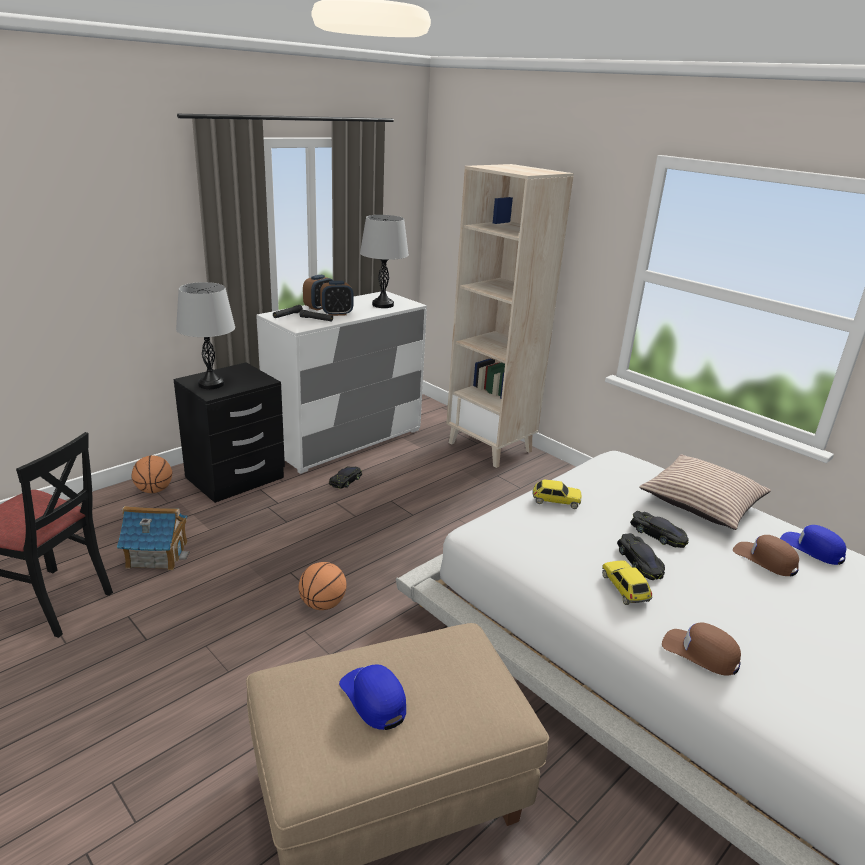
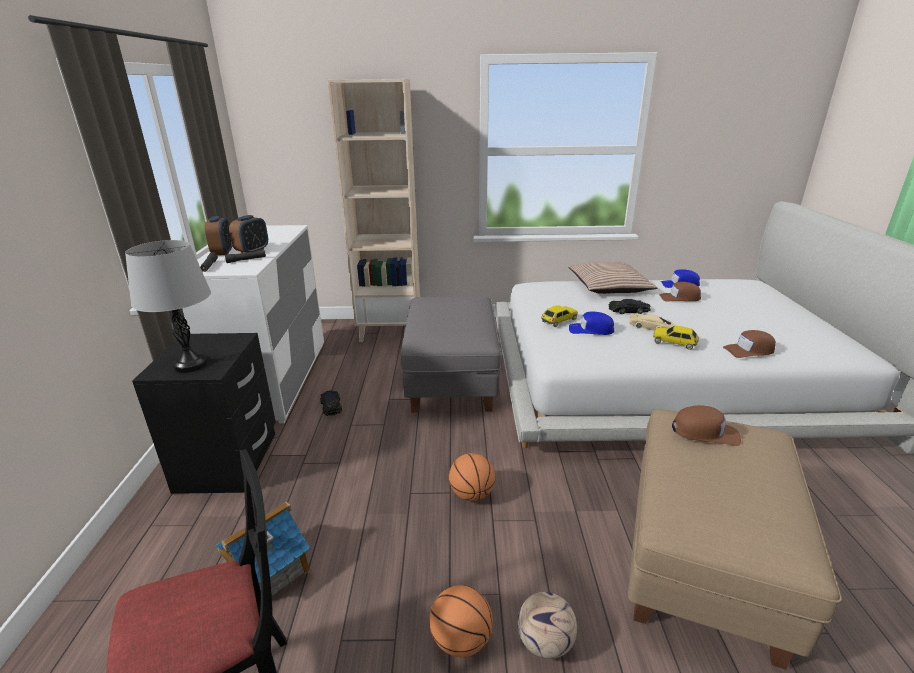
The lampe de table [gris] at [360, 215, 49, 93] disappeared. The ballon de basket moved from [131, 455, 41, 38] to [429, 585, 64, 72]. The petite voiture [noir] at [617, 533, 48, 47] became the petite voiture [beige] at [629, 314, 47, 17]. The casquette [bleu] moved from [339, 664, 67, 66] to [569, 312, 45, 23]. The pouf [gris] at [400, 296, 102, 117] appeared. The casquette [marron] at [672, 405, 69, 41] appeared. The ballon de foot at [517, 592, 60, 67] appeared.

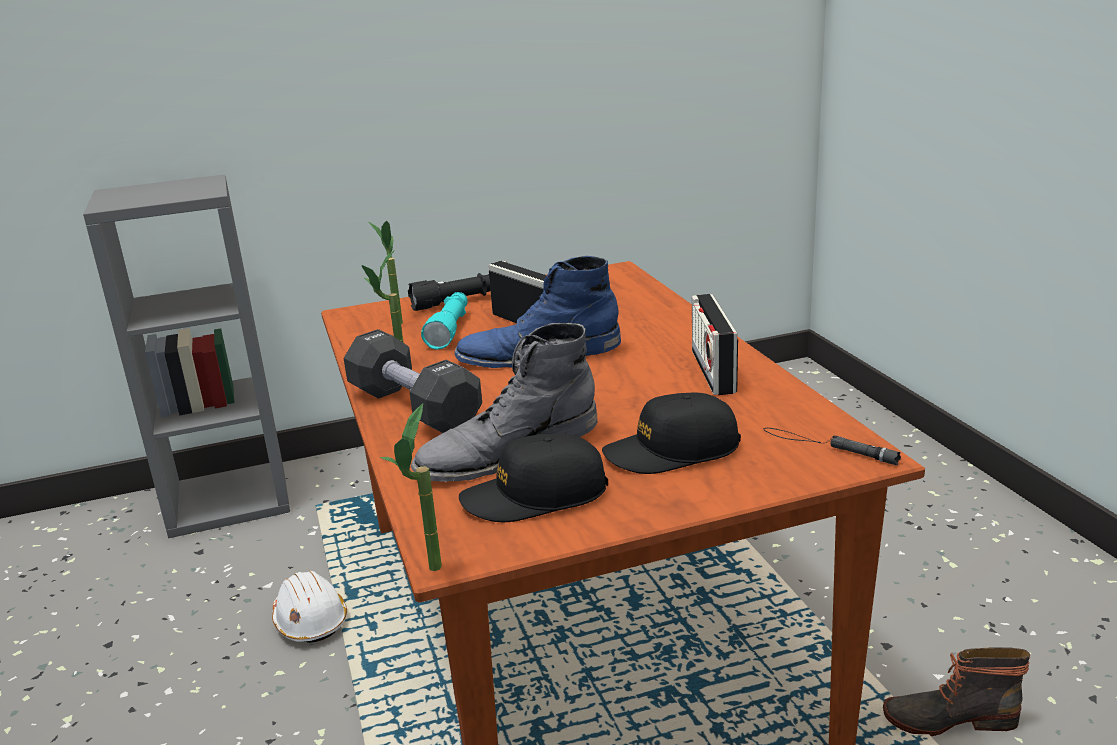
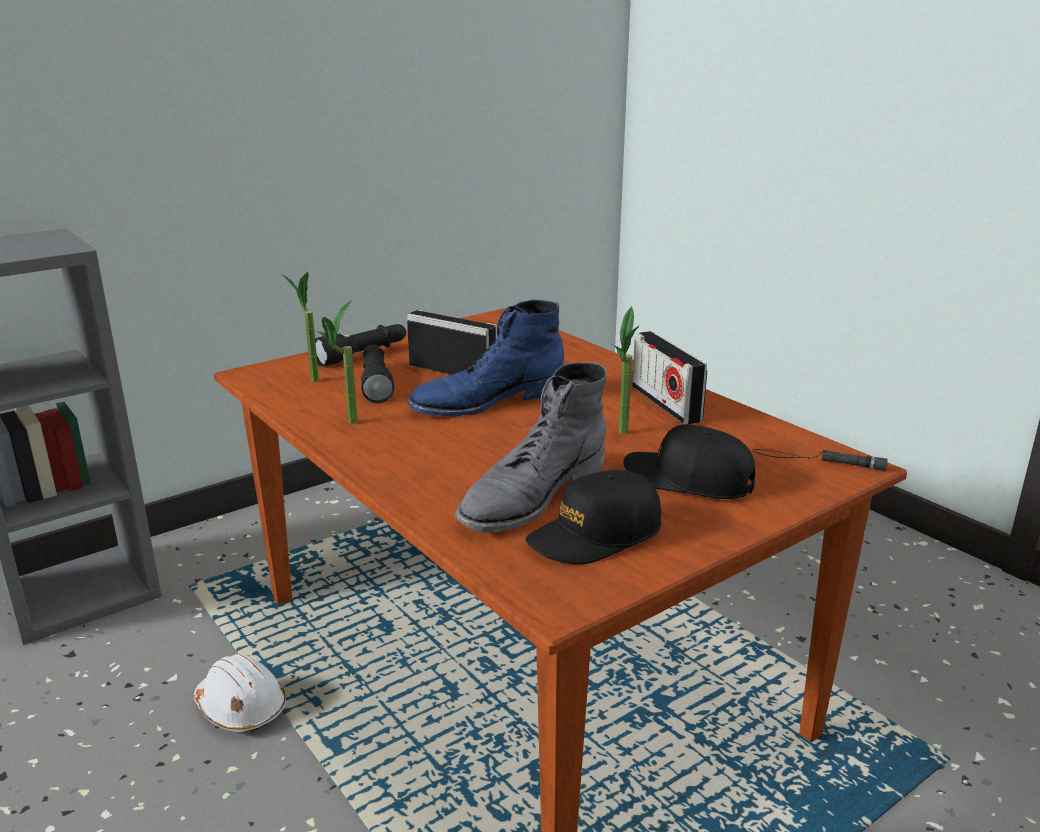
The lampe de poche [turquoise] at [421, 292, 47, 58] became the lampe de poche [noir] at [361, 344, 33, 59]. The haltère [noir] at [344, 329, 138, 104] disappeared. The casquette [noir] at [602, 392, 139, 82] turned 60 degrees clockwise. The plante en pot moved from [380, 403, 62, 168] to [613, 306, 26, 128]. The botte at [883, 647, 148, 89] disappeared.

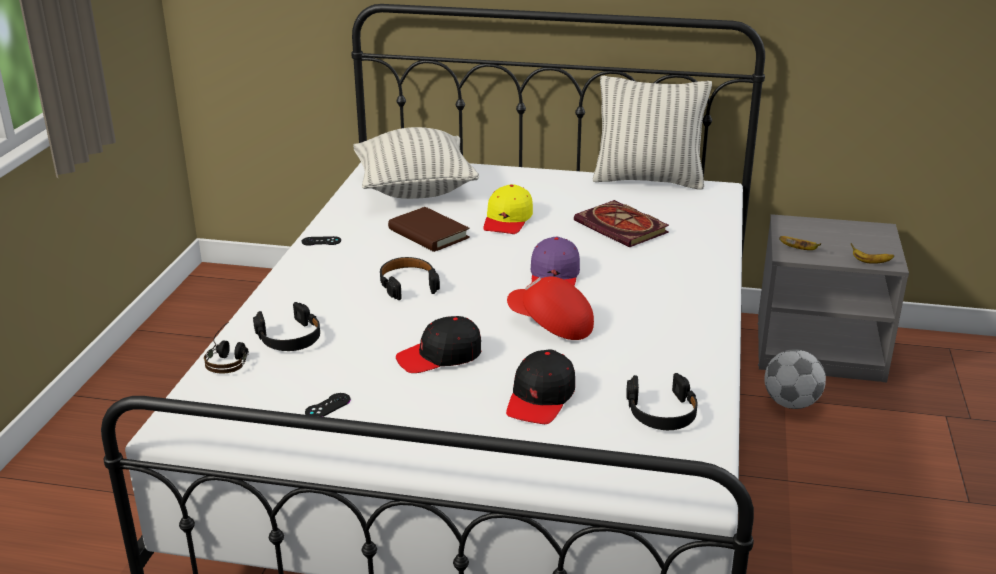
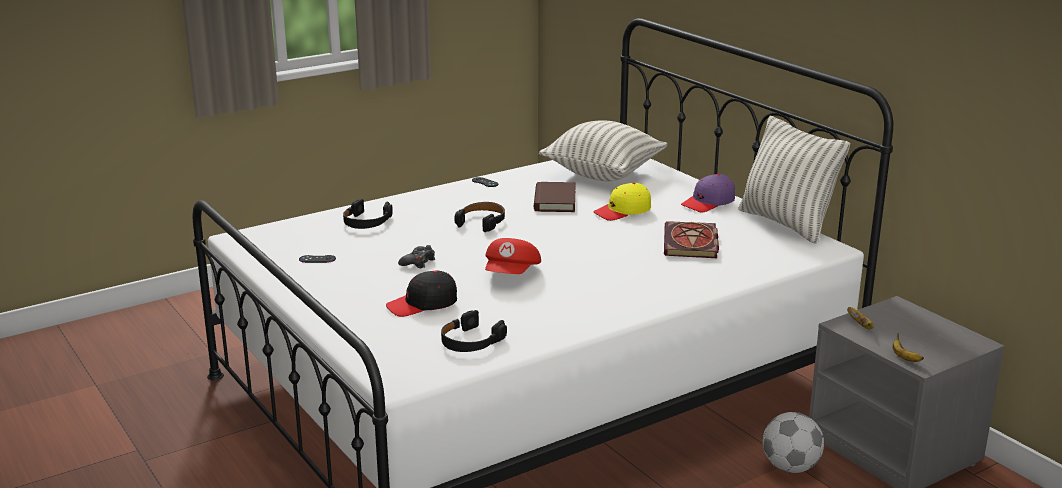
The casquette [violet] moved from [530, 237, 50, 49] to [681, 174, 54, 38]. The casquette [rouge] at [507, 277, 87, 63] turned 150 degrees counterclockwise. The casquette [noir] at [396, 316, 85, 57] was replaced by the manette [noir] at [398, 245, 37, 23]. The casque audio at [204, 322, 45, 51] disappeared.

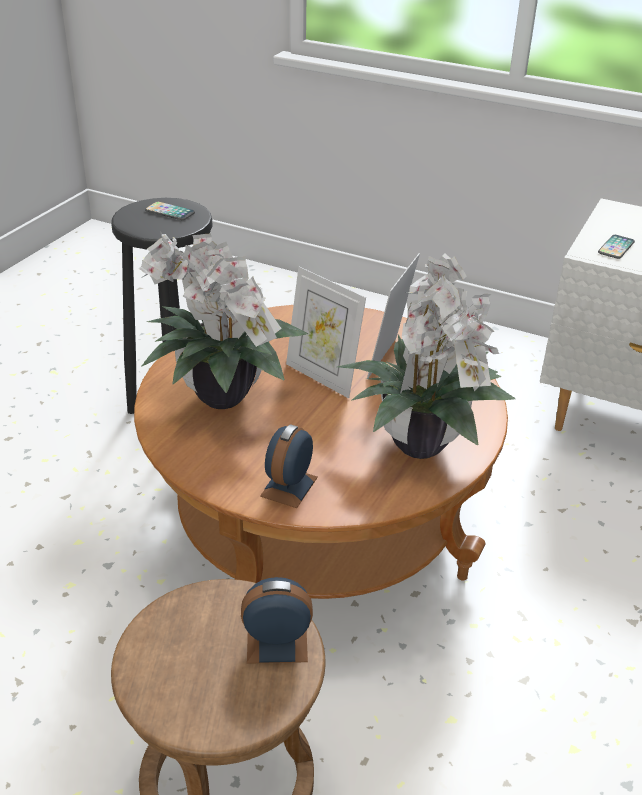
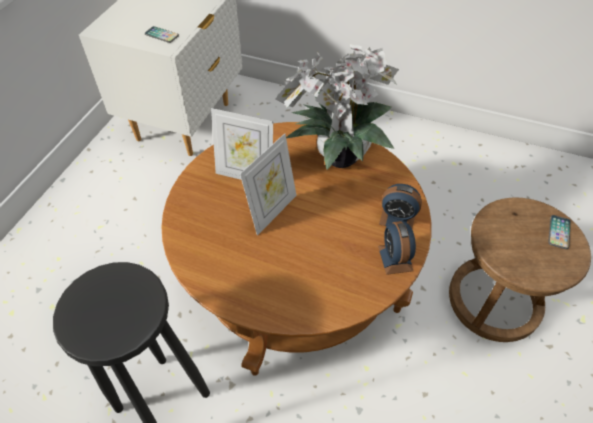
The téléphone moved from [145, 201, 50, 19] to [548, 215, 23, 34]. The plante en pot at [138, 234, 170, 175] disappeared. The réveil moved from [241, 577, 72, 87] to [378, 221, 38, 54].

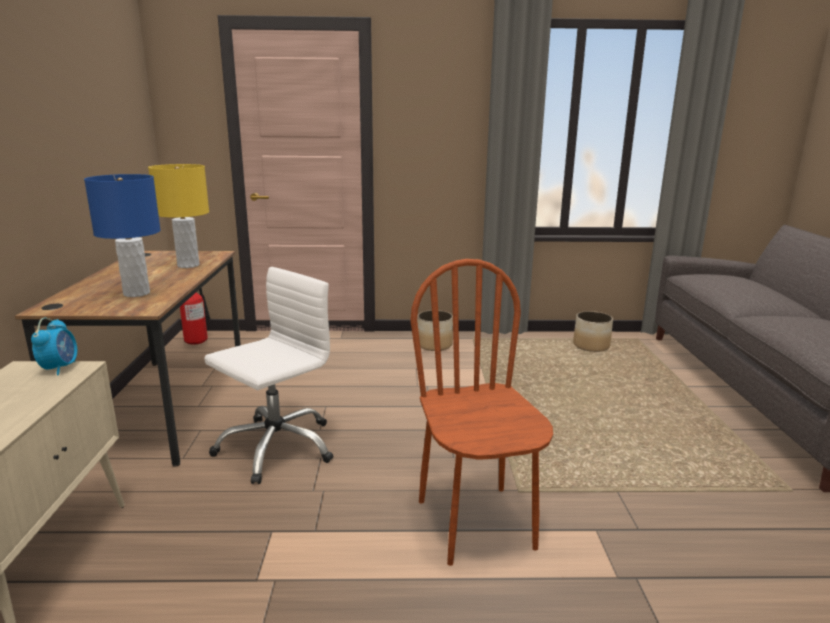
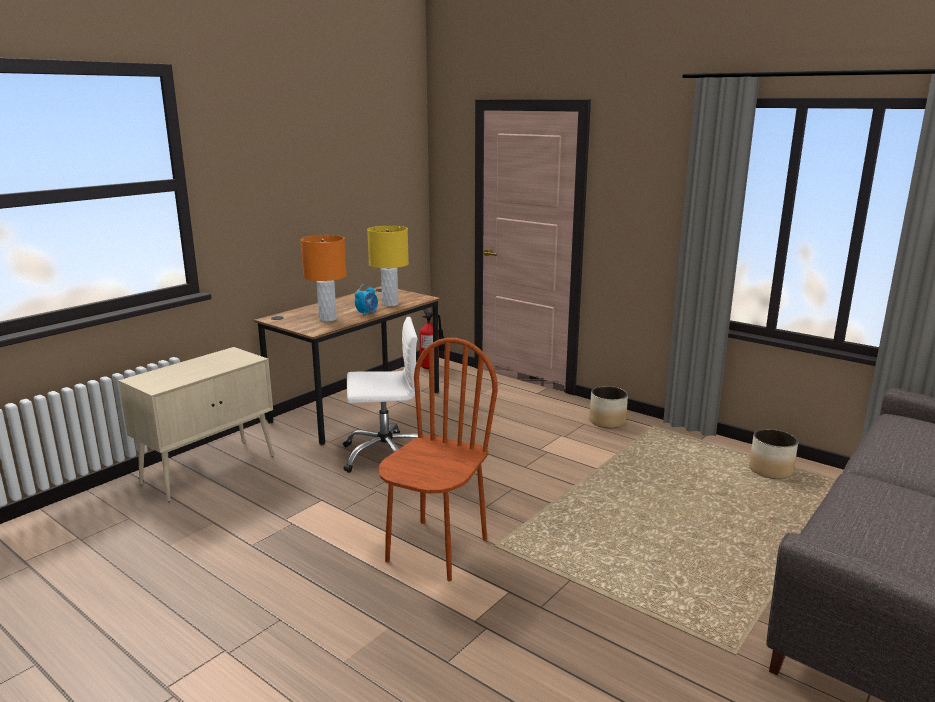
The lampe de table [bleu] at [84, 174, 77, 123] became the lampe de table [orange] at [301, 235, 46, 87]. The réveil moved from [31, 318, 46, 58] to [355, 285, 23, 31].

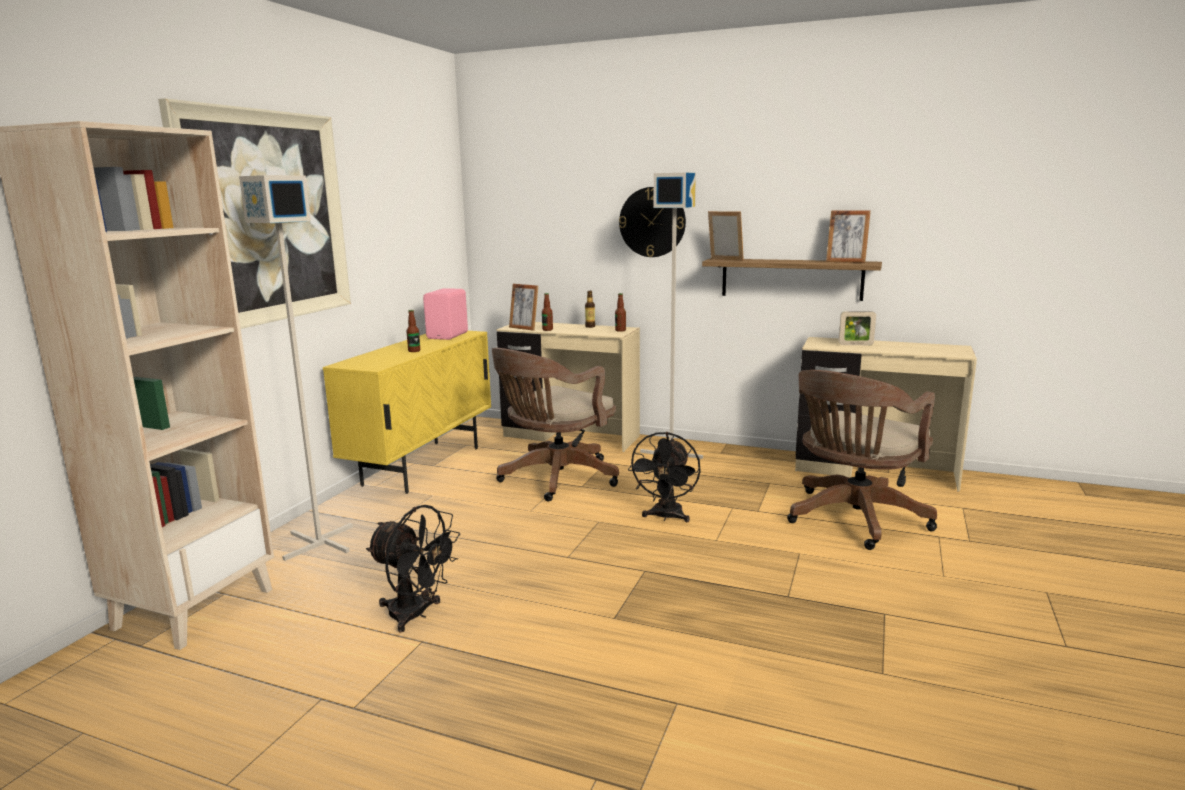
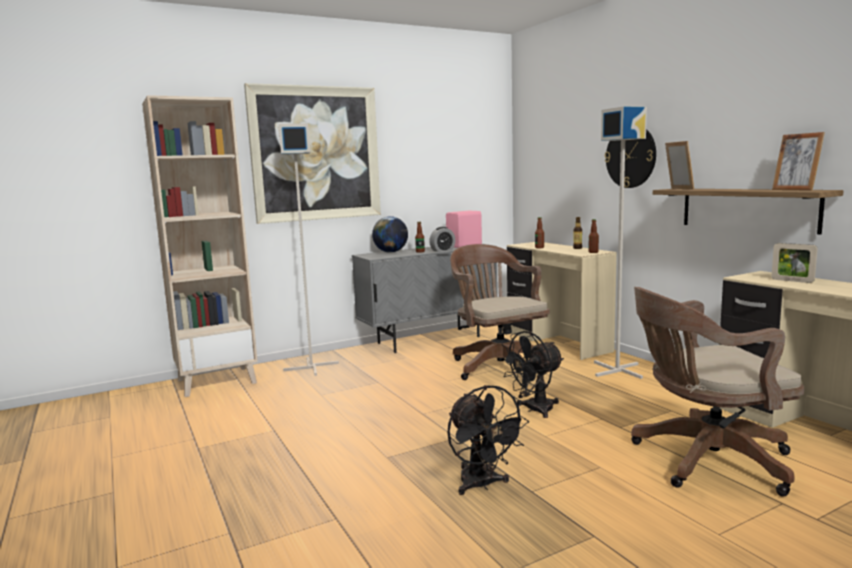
The cadre photo at [509, 284, 29, 47] disappeared. The meuble de rangement [jaune] at [323, 331, 168, 163] became the meuble de rangement [gris] at [352, 244, 146, 109]. The chaise de bureau [marron] at [492, 348, 127, 154] turned 75 degrees clockwise. The ventilateur [noir] moved from [366, 505, 94, 127] to [448, 385, 81, 110]. The globe at [372, 216, 36, 37] appeared. The réveil at [429, 227, 26, 25] appeared.

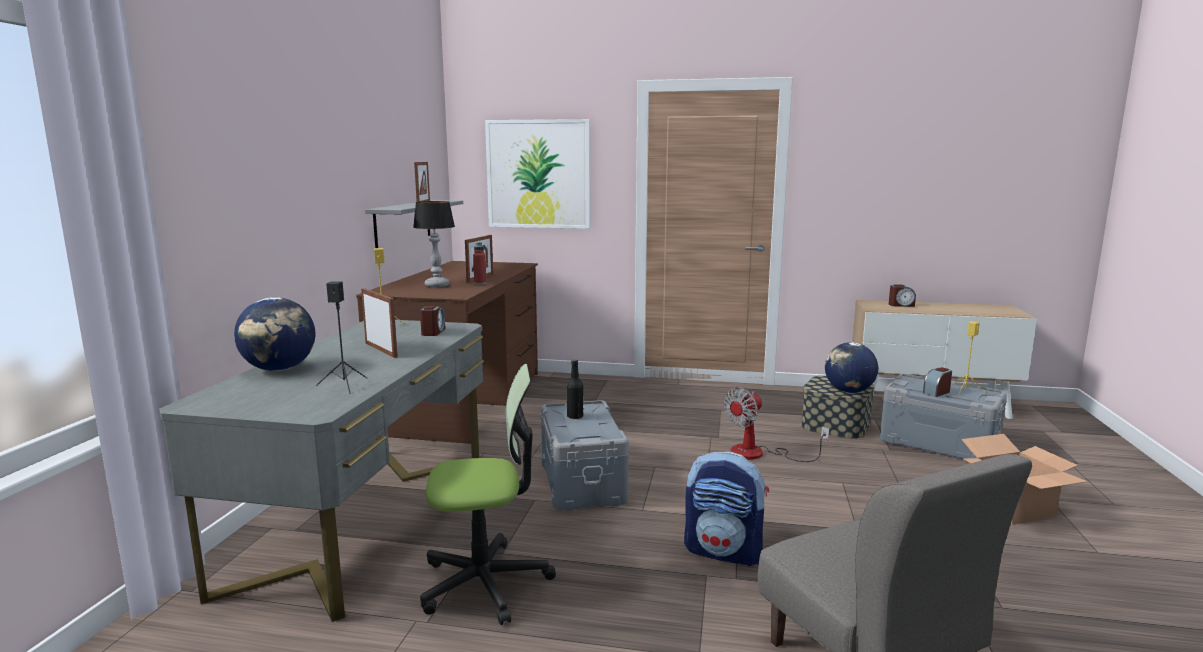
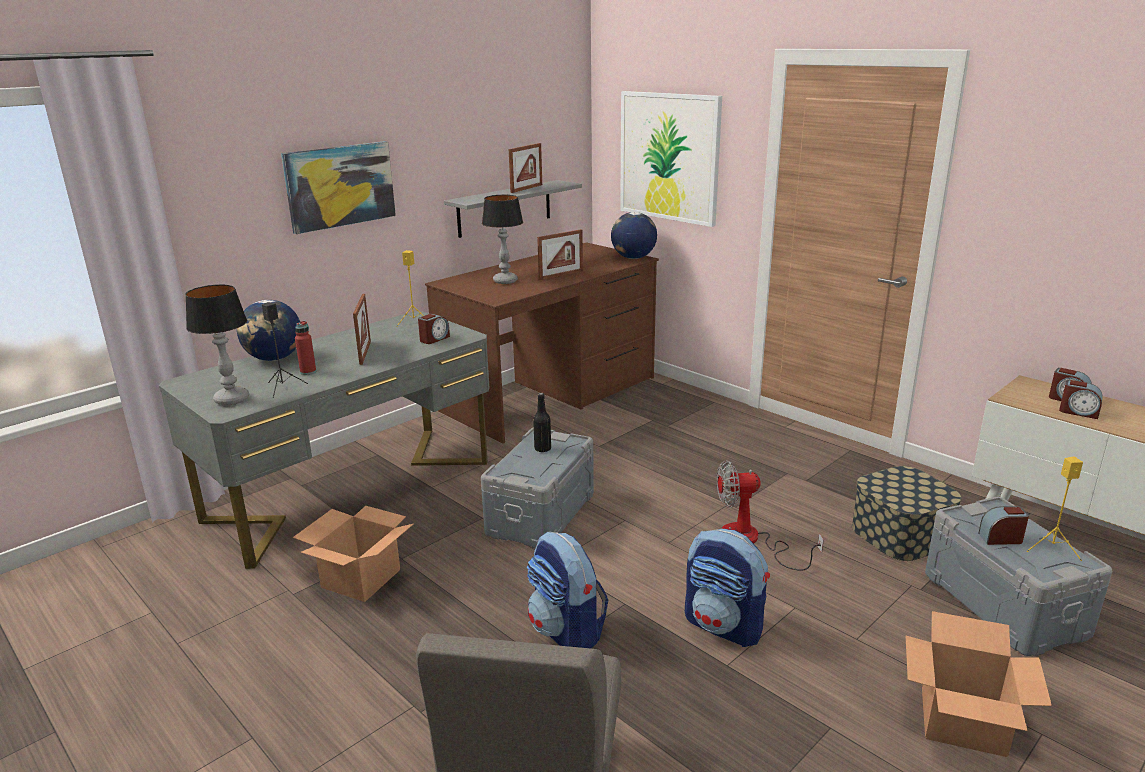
The bouteille [rouge] moved from [473, 242, 13, 43] to [295, 321, 21, 54]. The globe moved from [825, 342, 53, 51] to [611, 212, 46, 47]. The chaise de bureau at [420, 364, 136, 261] was replaced by the carton at [293, 506, 120, 96]. The tableau at [281, 141, 115, 93] appeared. The lampe de table at [185, 285, 64, 120] appeared. The réveil at [1059, 380, 44, 39] appeared. The sac à dos at [685, 529, 85, 118] appeared.

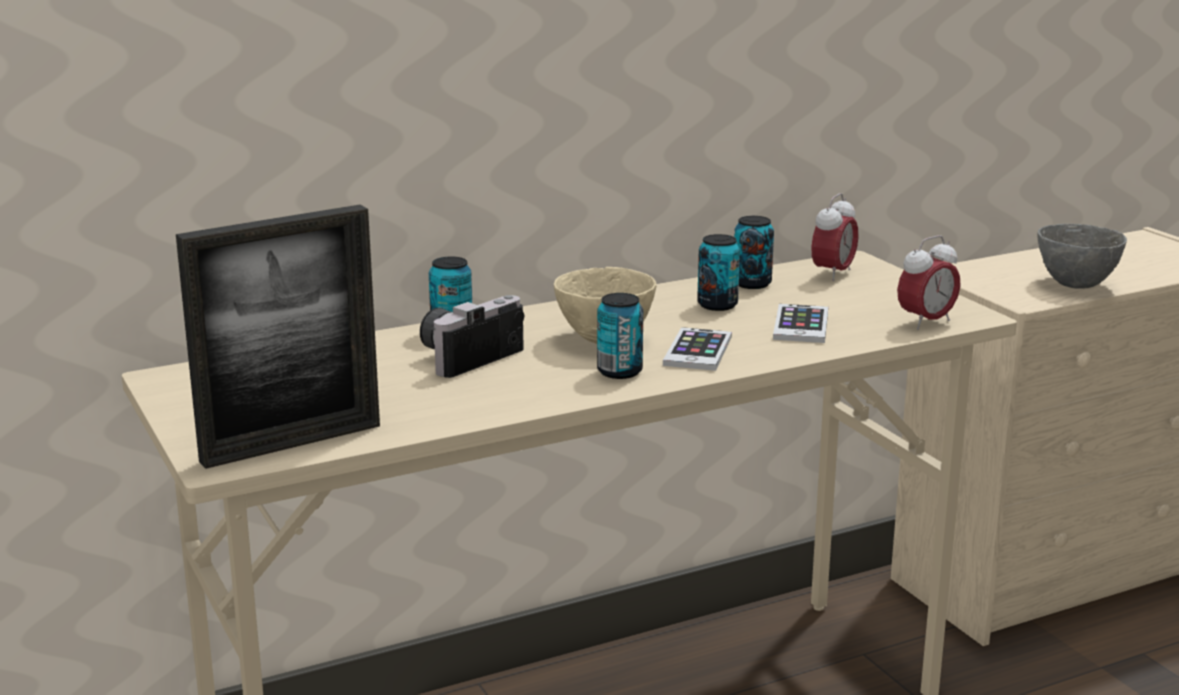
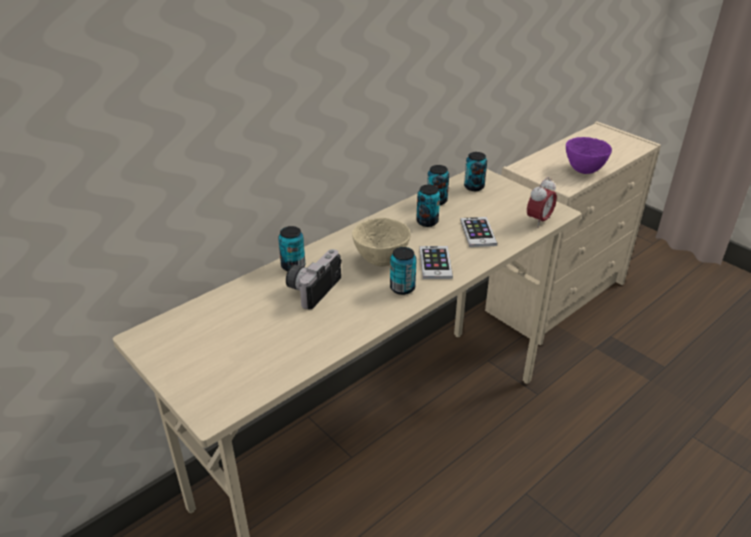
The réveil at [811, 193, 47, 88] was replaced by the boîte métallique at [464, 152, 23, 39]. The cadre photo at [176, 205, 204, 264] disappeared. The bol [gris] at [1037, 224, 90, 65] became the bol [violet] at [566, 137, 46, 37].

